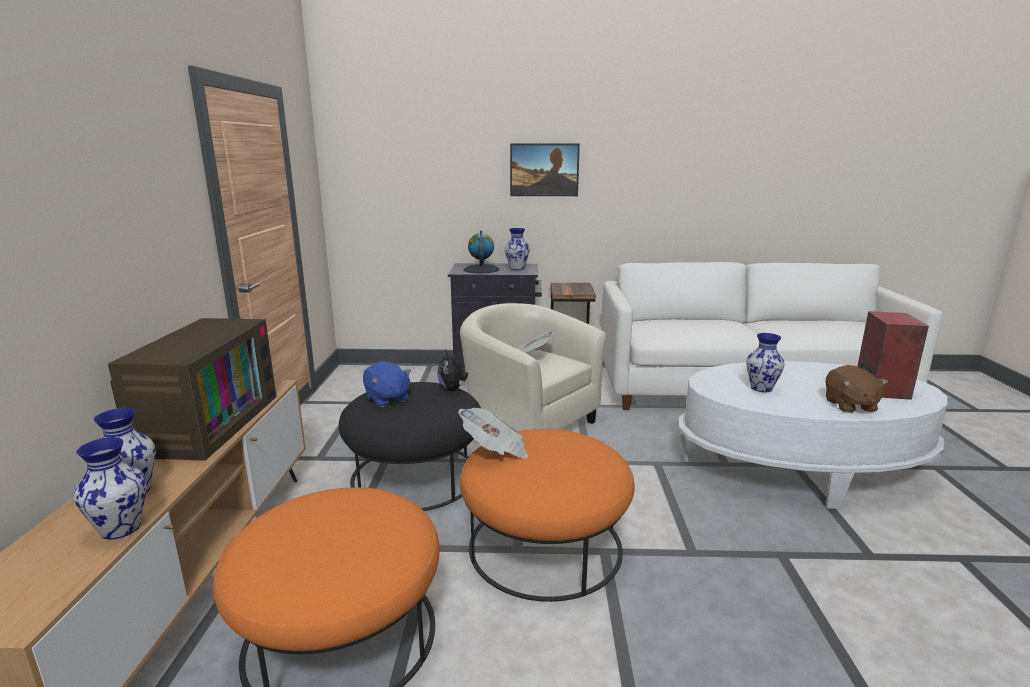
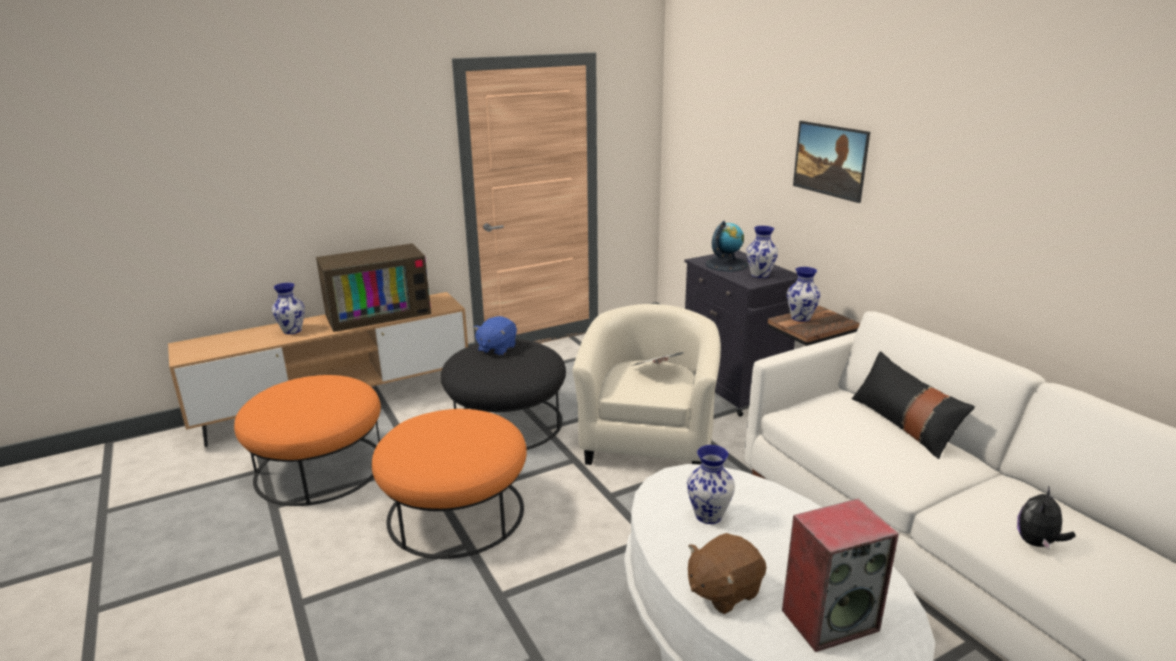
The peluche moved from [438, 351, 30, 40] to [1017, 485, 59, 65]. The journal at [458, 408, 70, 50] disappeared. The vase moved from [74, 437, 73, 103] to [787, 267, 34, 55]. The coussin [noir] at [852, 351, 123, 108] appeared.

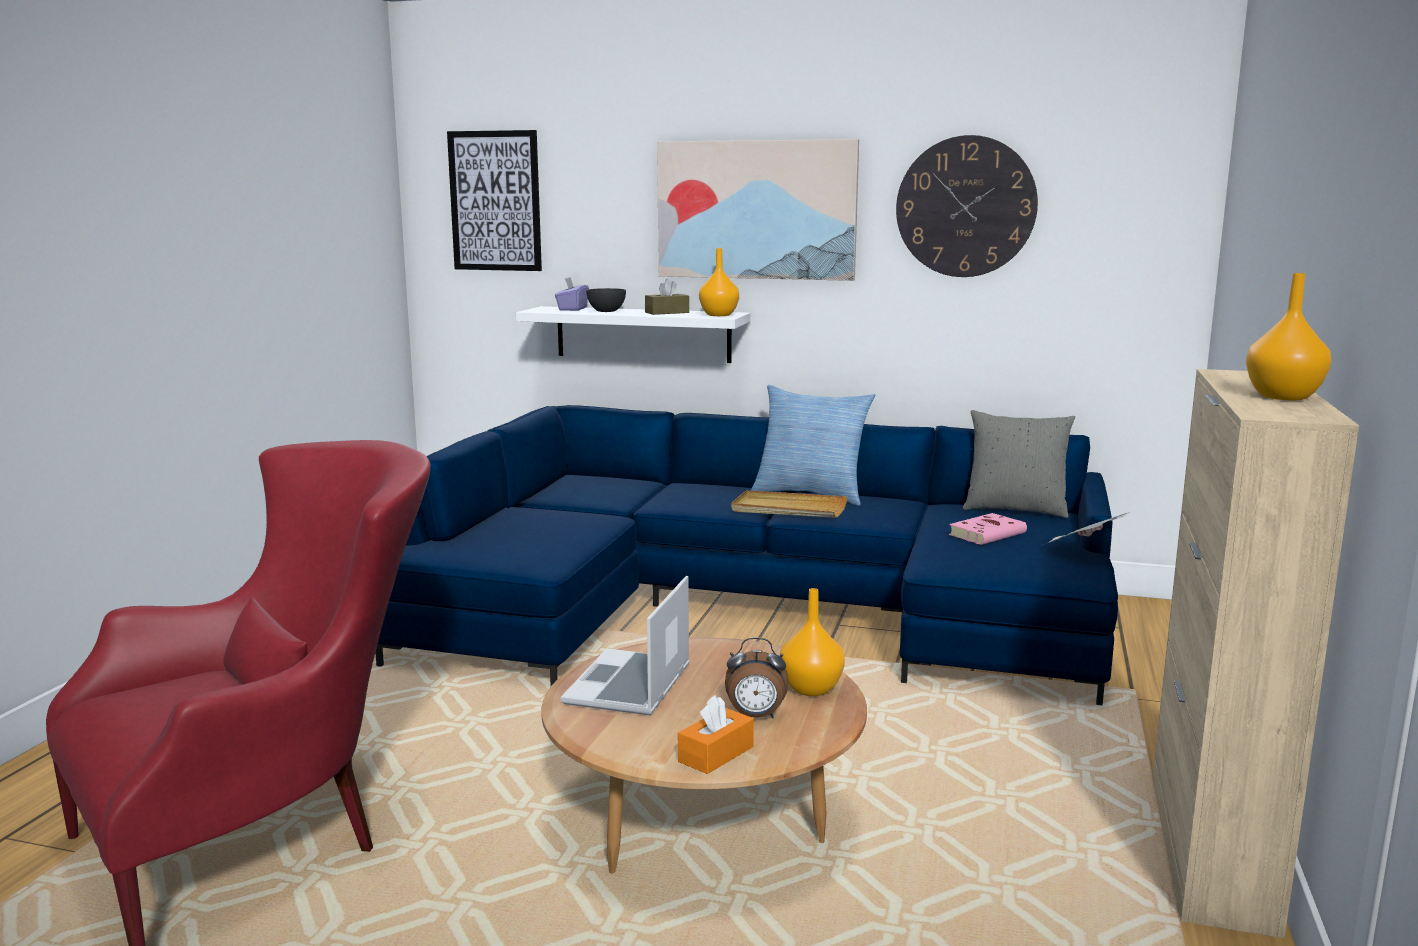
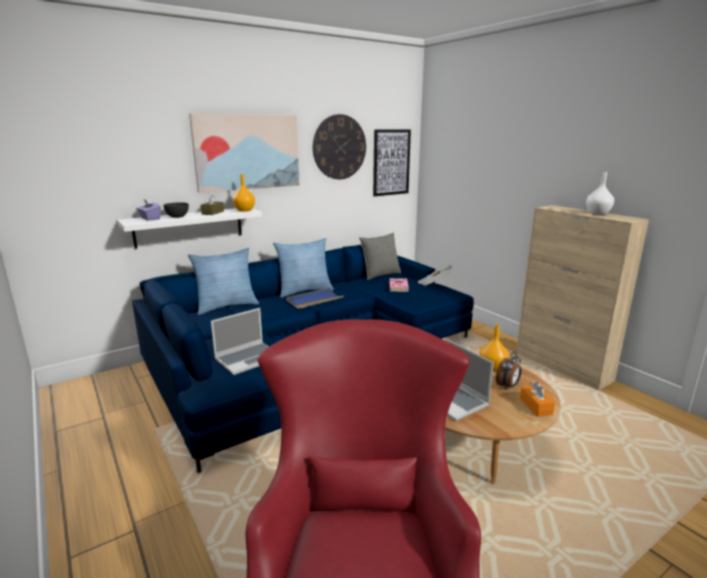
The tableau moved from [447, 130, 95, 141] to [373, 129, 38, 67]. The vase [orange] at [1246, 273, 85, 127] became the vase [blanc] at [586, 172, 28, 43]. The plateau [beige] at [731, 490, 116, 28] became the plateau [bleu] at [286, 287, 58, 22]. The coussin at [188, 248, 71, 67] appeared. The ordinateur portable at [211, 308, 58, 67] appeared.

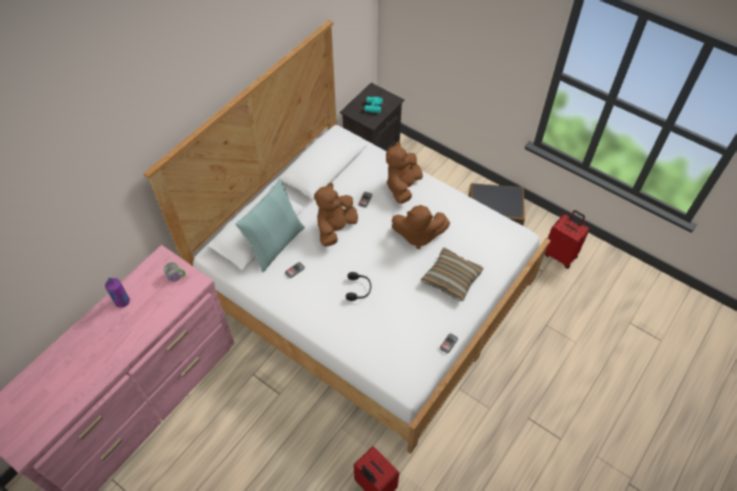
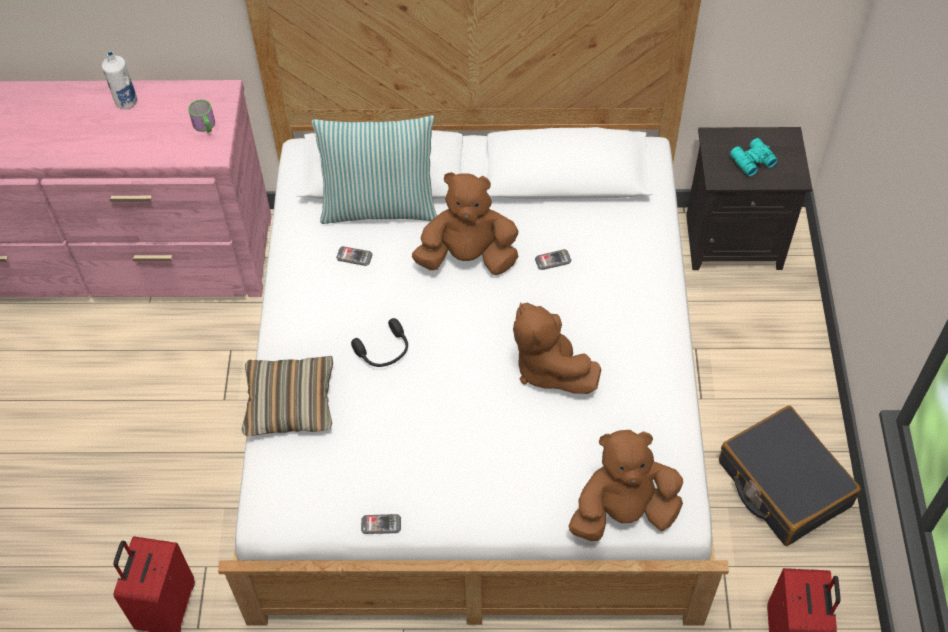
The peluche [marron] moved from [386, 142, 37, 62] to [569, 430, 114, 111]. The coussin moved from [421, 248, 62, 54] to [241, 356, 92, 80]. The bouteille [violet] at [105, 278, 25, 30] became the bouteille [blanc] at [102, 51, 35, 58].

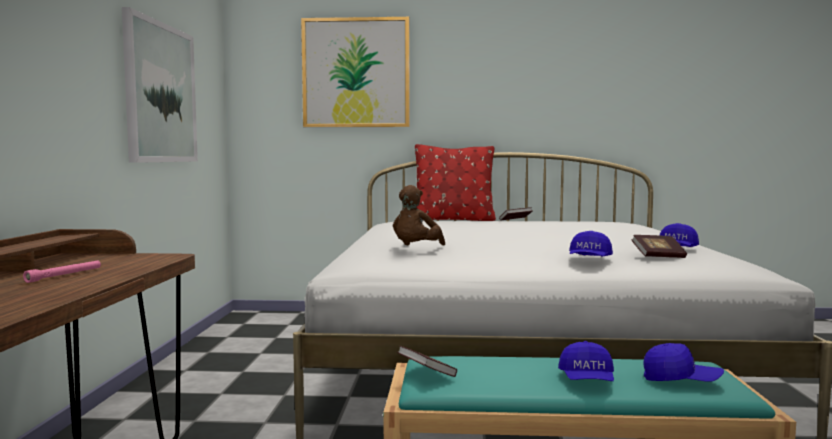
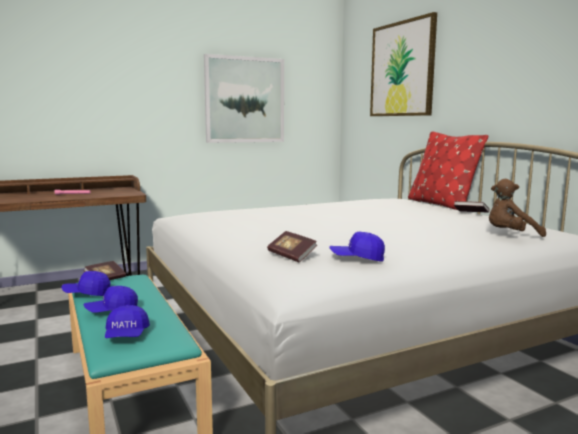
The peluche [marron] moved from [393, 185, 52, 61] to [489, 179, 57, 58]. The casquette [bleu] moved from [569, 231, 44, 26] to [61, 271, 49, 25].

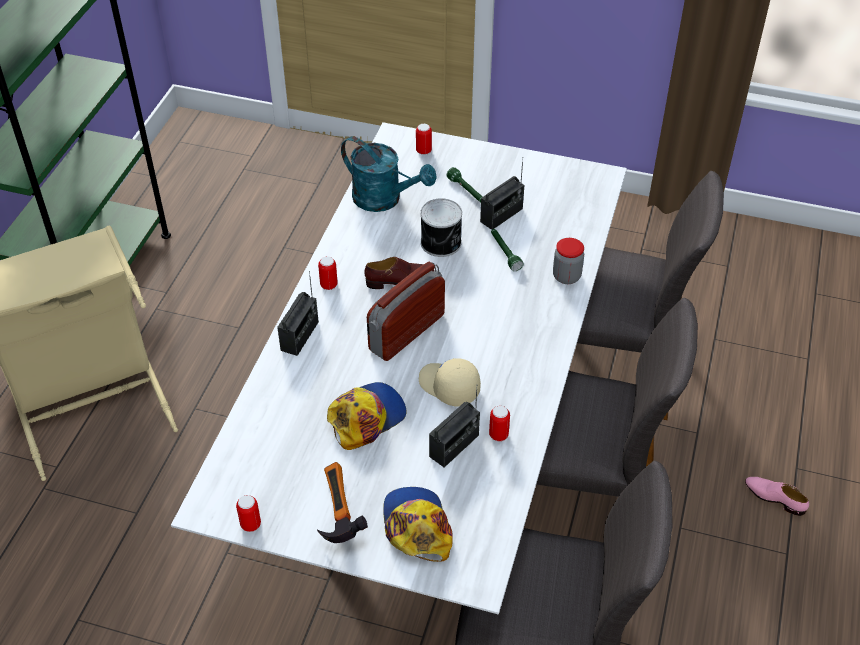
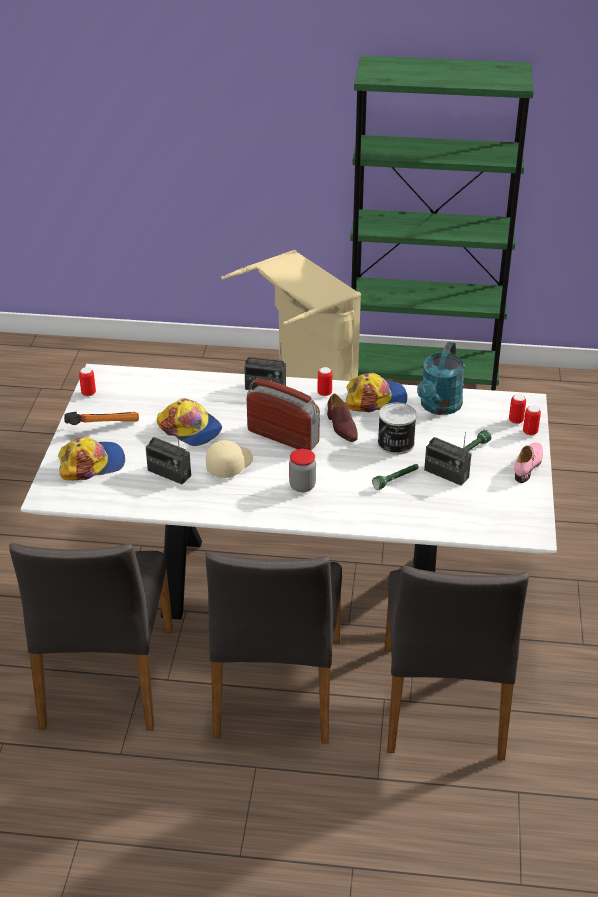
The bocal moved from [553, 238, 31, 46] to [289, 449, 27, 43]. The boîte métallique moved from [489, 406, 21, 35] to [523, 405, 18, 30]. The chaussure [rose] moved from [745, 477, 64, 39] to [514, 442, 29, 41]. The casquette at [345, 373, 62, 39] appeared.

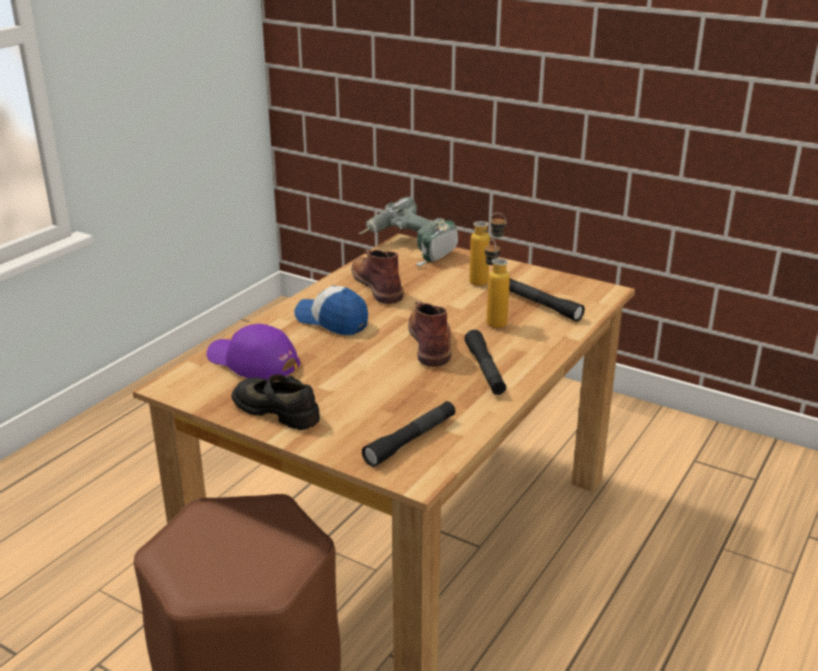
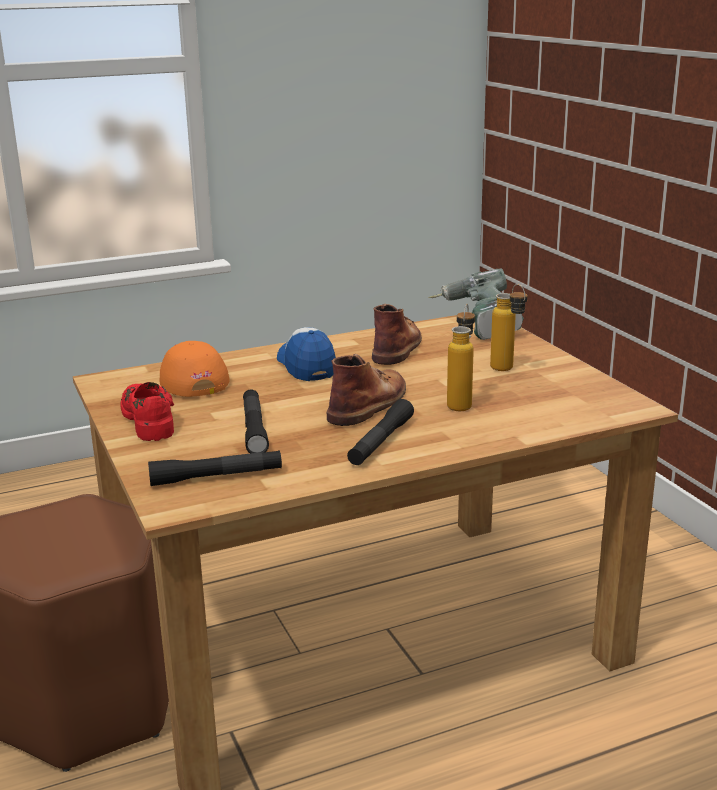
The lampe de poche [noir] moved from [509, 278, 76, 44] to [243, 389, 26, 64]. The casquette [violet] at [207, 324, 93, 56] became the casquette [orange] at [160, 341, 70, 56]. The chaussure [noir] at [232, 375, 88, 55] became the chaussure [rouge] at [120, 382, 54, 59].

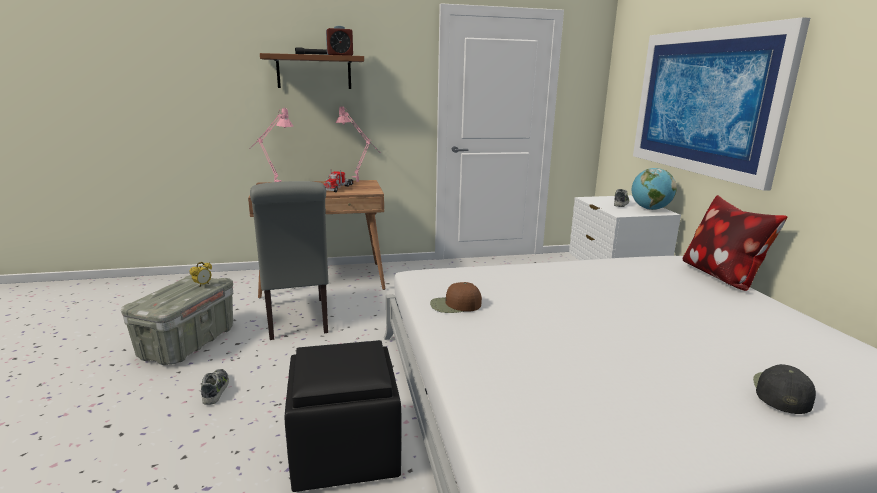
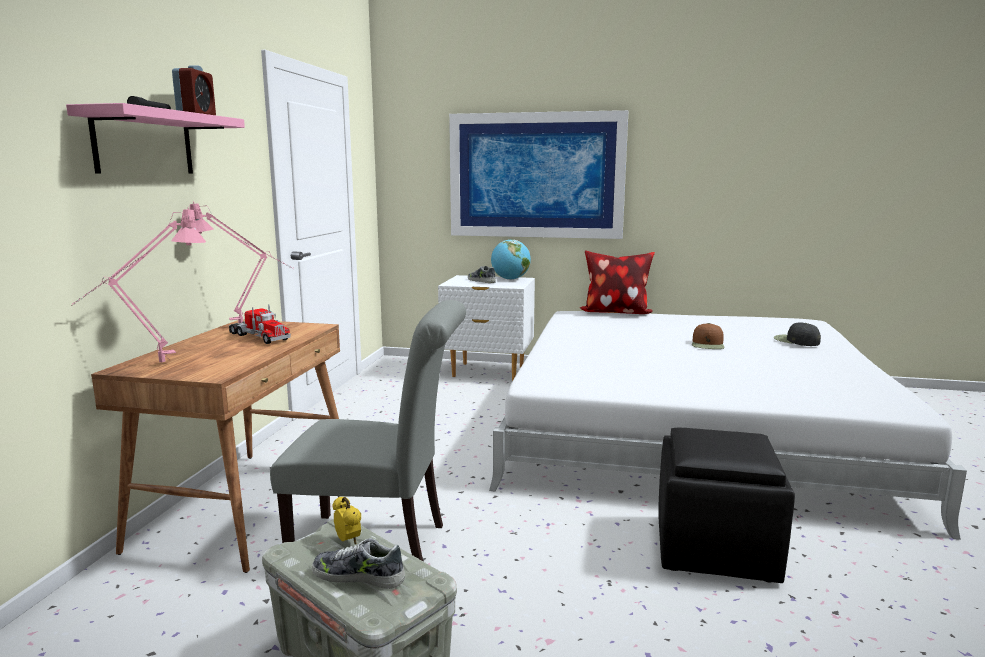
The étagère [marron] at [260, 53, 104, 36] became the étagère [rose] at [66, 103, 179, 71]. The casquette [marron] moved from [430, 282, 52, 31] to [692, 323, 33, 26]. The chaussure moved from [201, 369, 28, 36] to [312, 538, 93, 51].

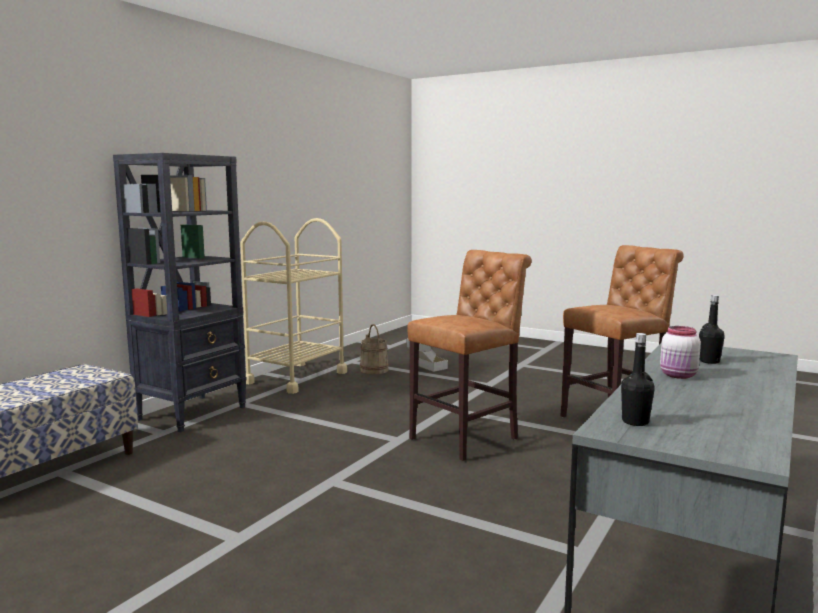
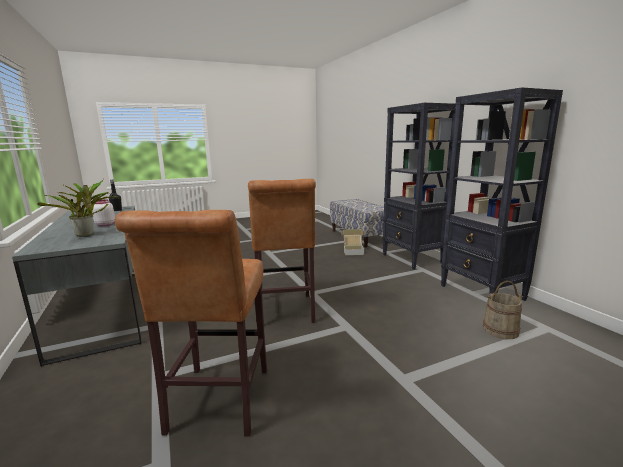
The chariot [beige] at [240, 218, 107, 176] was replaced by the bibliothèque [noir] at [441, 87, 122, 214]. The bouteille [noir] at [699, 295, 26, 69] was replaced by the plante en pot at [37, 180, 84, 57]. The carton moved from [406, 338, 42, 34] to [341, 229, 23, 26].

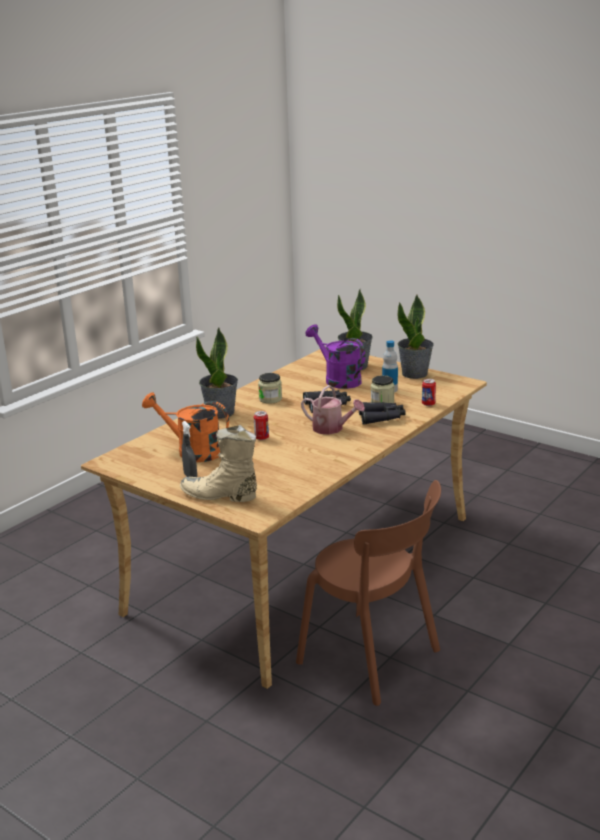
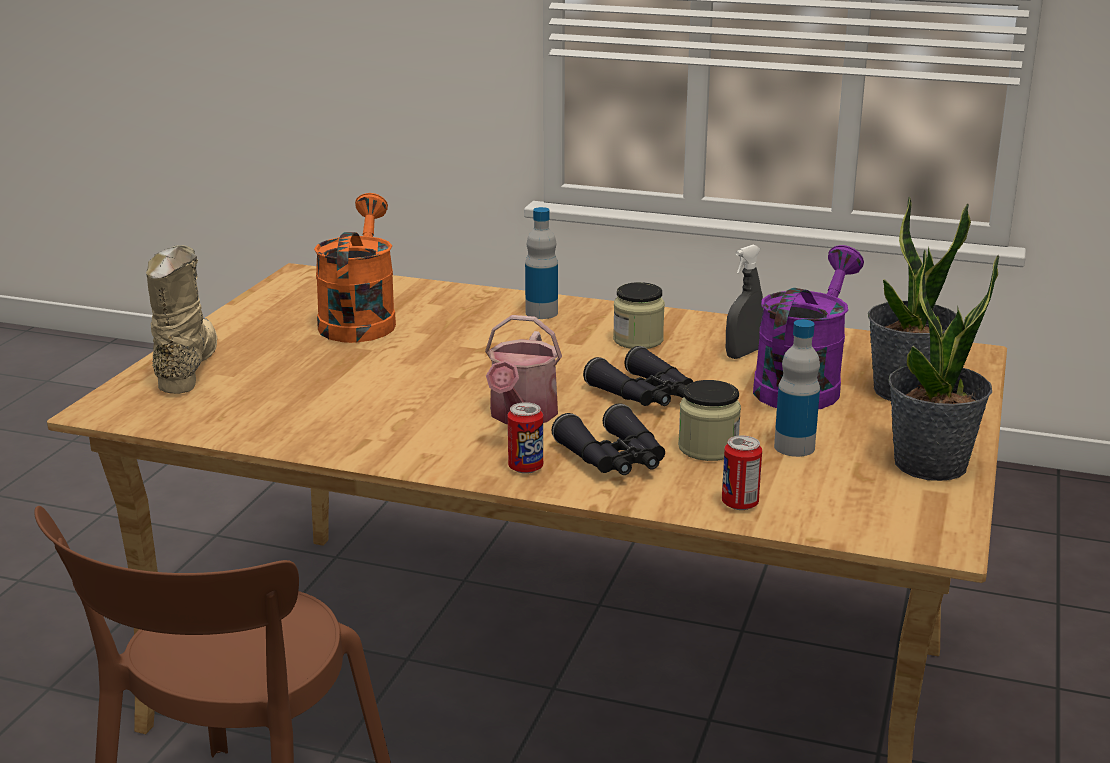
The plante en pot at [196, 328, 42, 91] was replaced by the bouteille at [525, 207, 33, 112]. The boîte métallique moved from [254, 411, 15, 29] to [508, 402, 35, 72]. The vaporisateur [gris] moved from [182, 421, 15, 56] to [726, 245, 37, 114].

